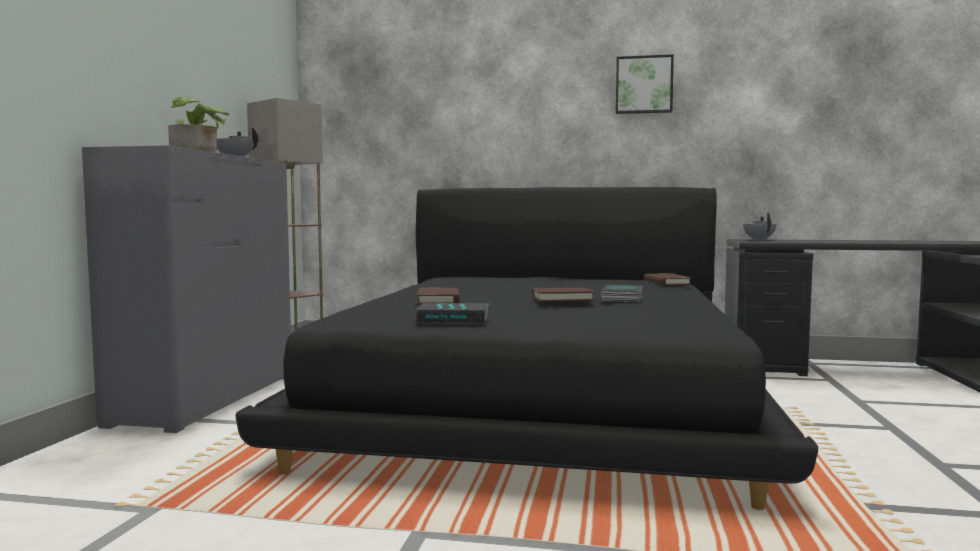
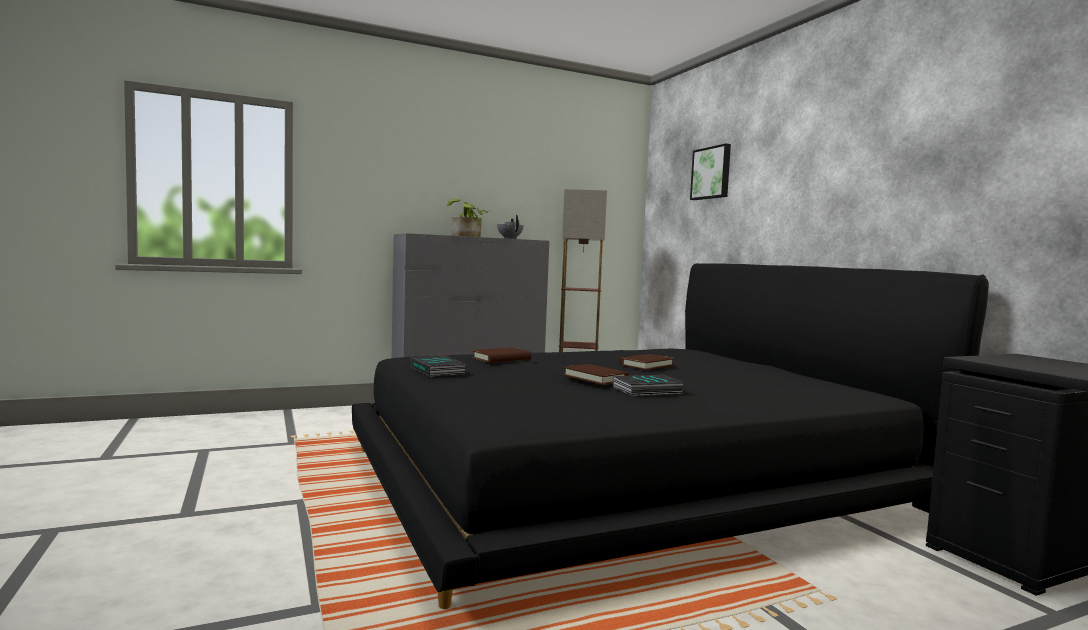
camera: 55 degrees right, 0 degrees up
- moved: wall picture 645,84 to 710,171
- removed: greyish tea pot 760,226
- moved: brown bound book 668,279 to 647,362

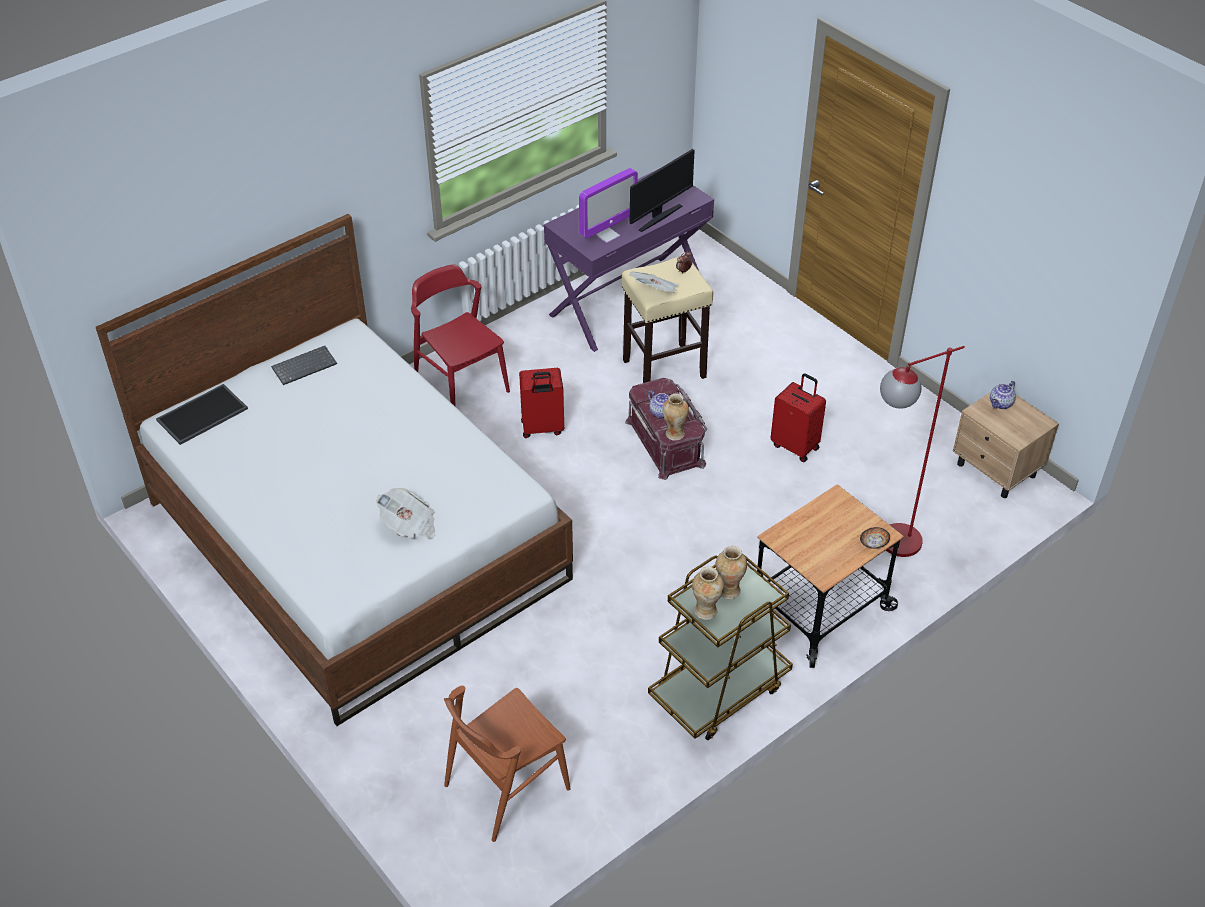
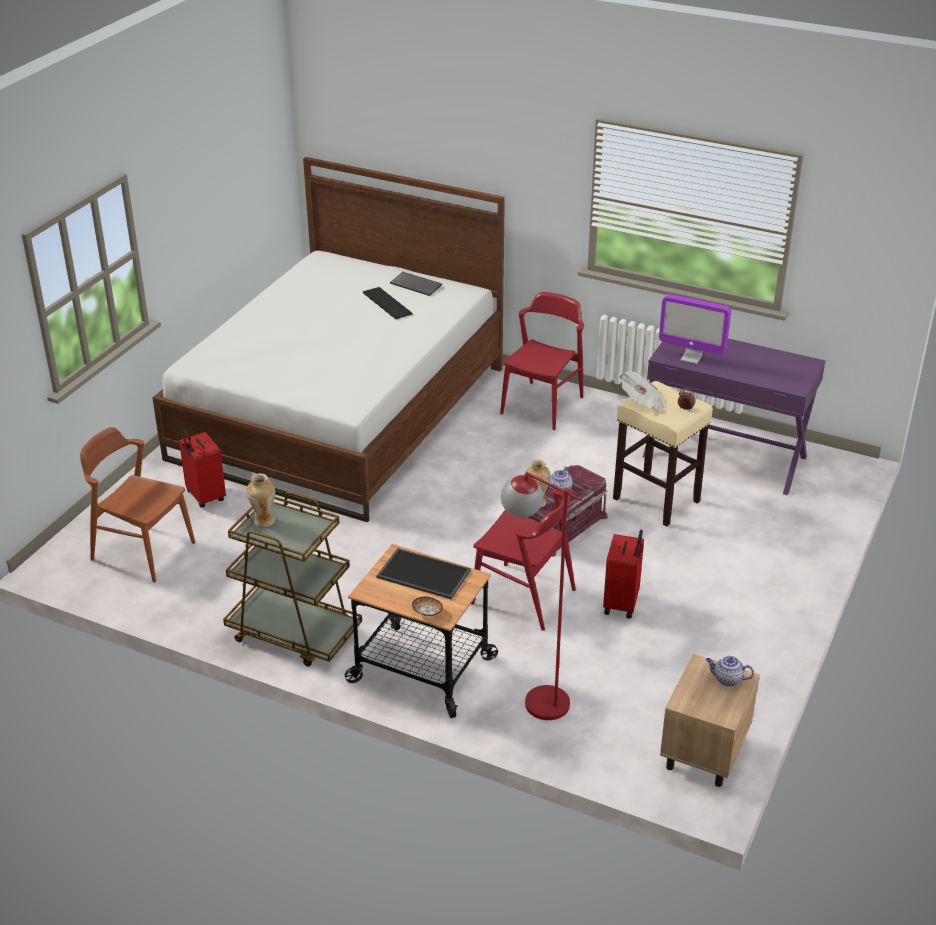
camera: 65 degrees right, 10 degrees down
- removed: computer screen 662,190
- moved: red piece of luggage 541,403 to 202,468
- moved: tray 202,414 to 424,573
- removed: printed paper 405,513
- removed: vase 731,572
- added: keyboard 388,303
- added: red upright chair 523,560

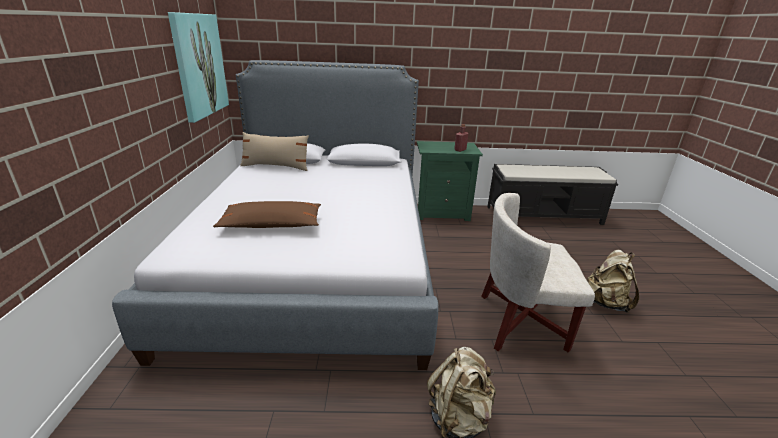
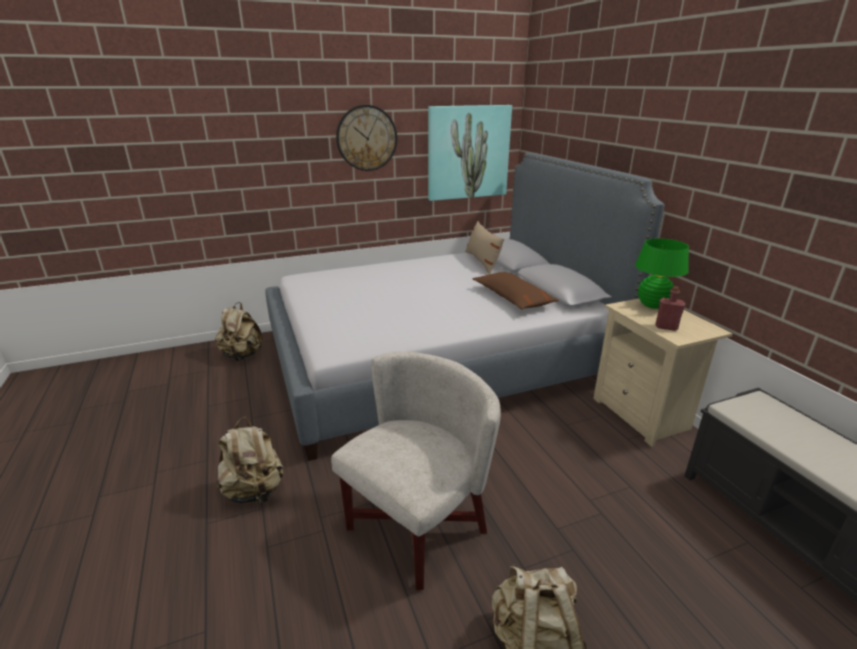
camera: 70 degrees right, 0 degrees up
- recoloured: greenish bedside table 450,181 to beige bedside table 663,373
- turned: white-coloured lounge chair 538,273 = 416,470 60 degrees clockwise
- moved: brown throw pillow 267,214 to 516,291
- added: hanging clock 366,138
- added: greenish tabletop lamp 662,273
- added: beige knapsack 239,331

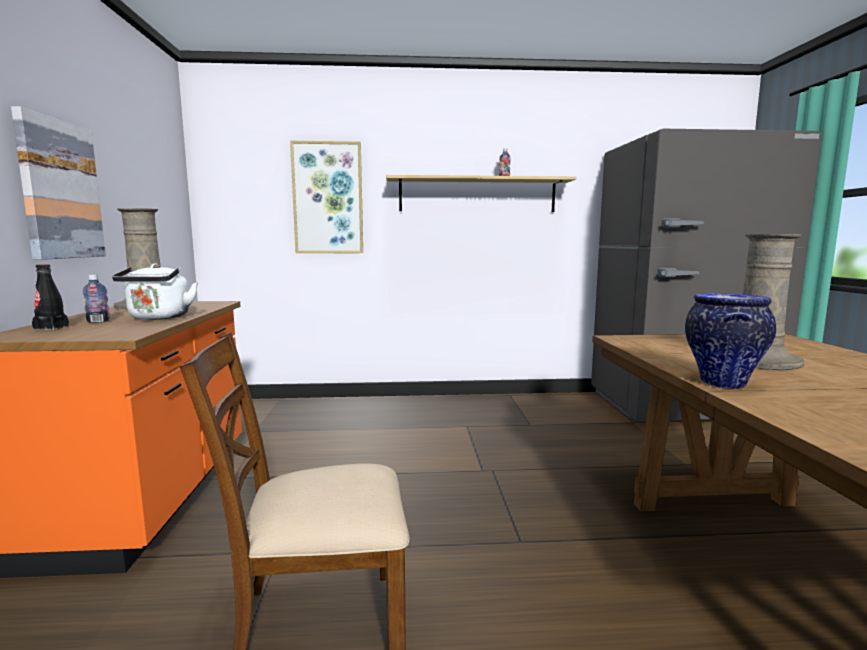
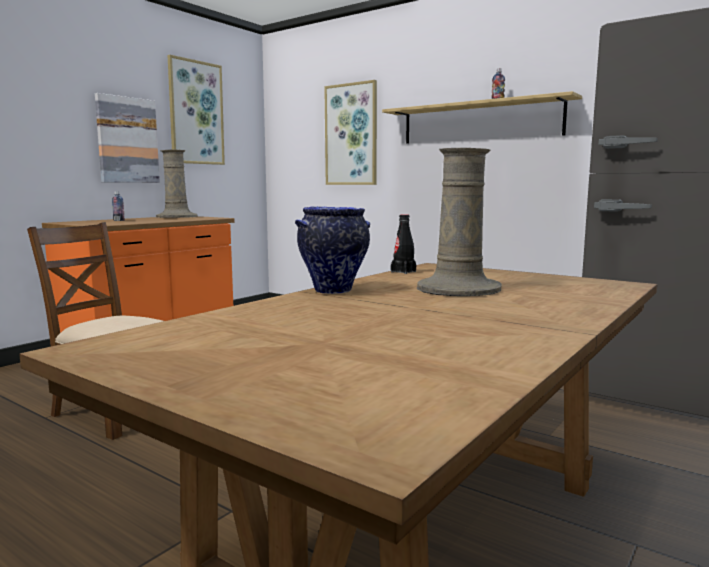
camera: 40 degrees right, 0 degrees up
- removed: white-coloured water kettle 155,291
- moved: black-coloured bottle 50,297 to 403,244
- added: wall picture 196,110

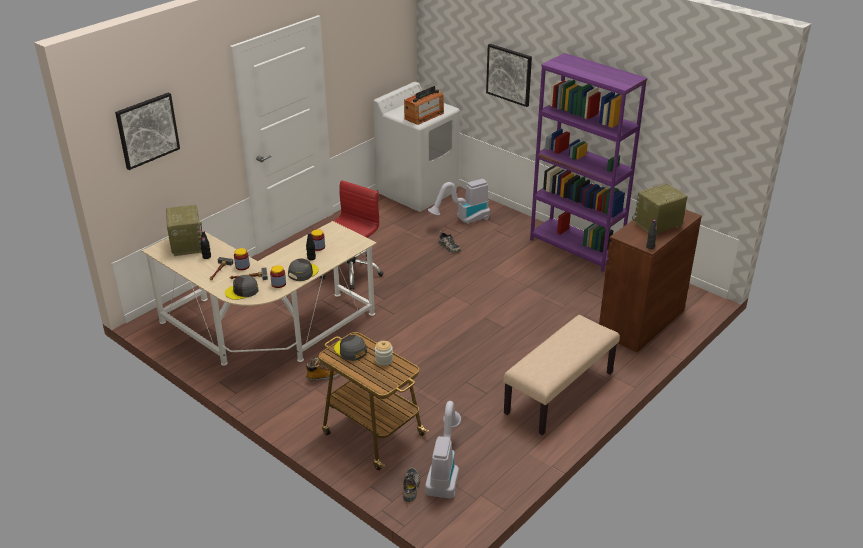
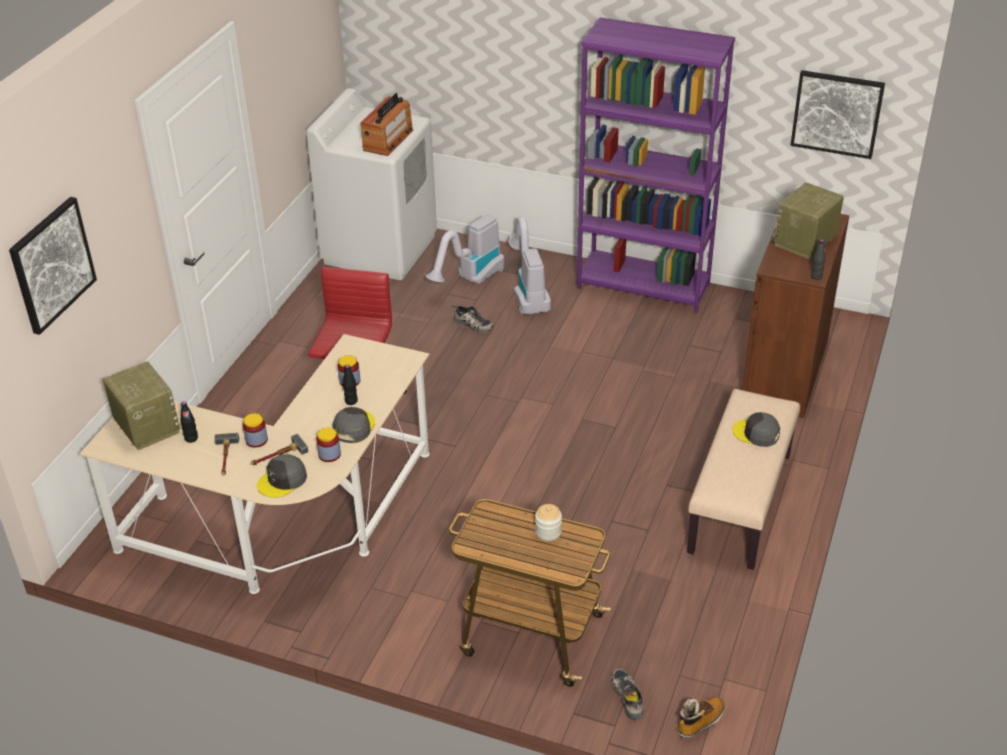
camera: 20 degrees left, 5 degrees up
- moved: wall picture 509,75 to 837,114
- moved: greyish peaked cap 350,348 to 756,429
- moved: tall boot 322,369 to 701,718
- moved: vacuum 443,449 to 530,265

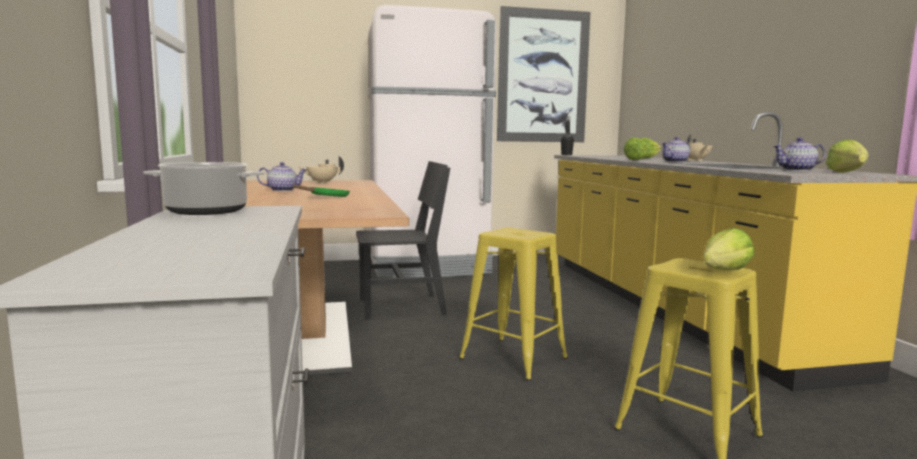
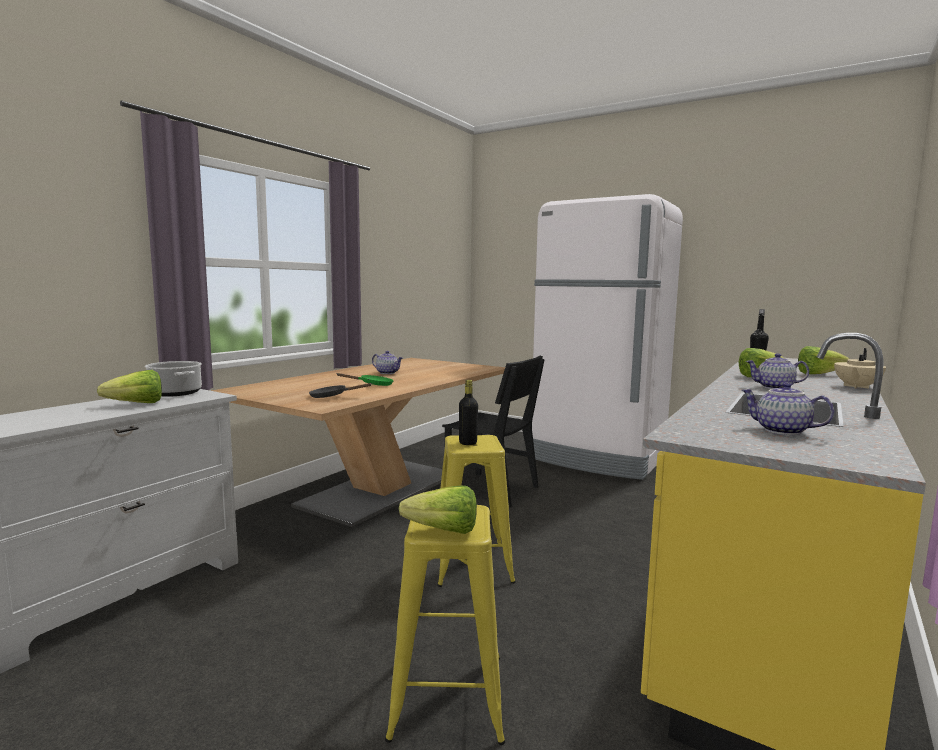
camera: 45 degrees right, 0 degrees up
- removed: wall picture 544,74
- moved: lettuce 847,156 to 129,386
- removed: beige tea pot 321,169
- added: black-coloured bottle 468,412
- added: black-coloured frying pan 340,390

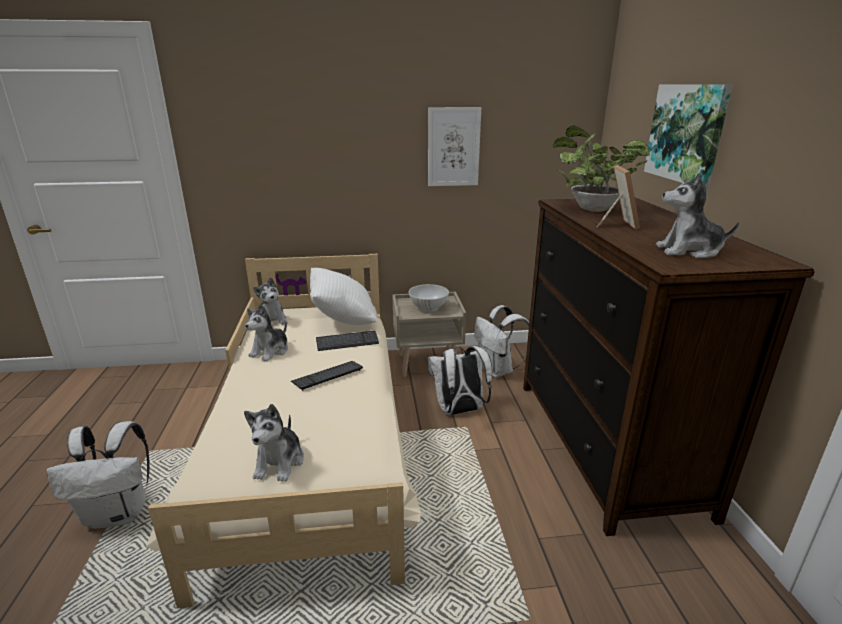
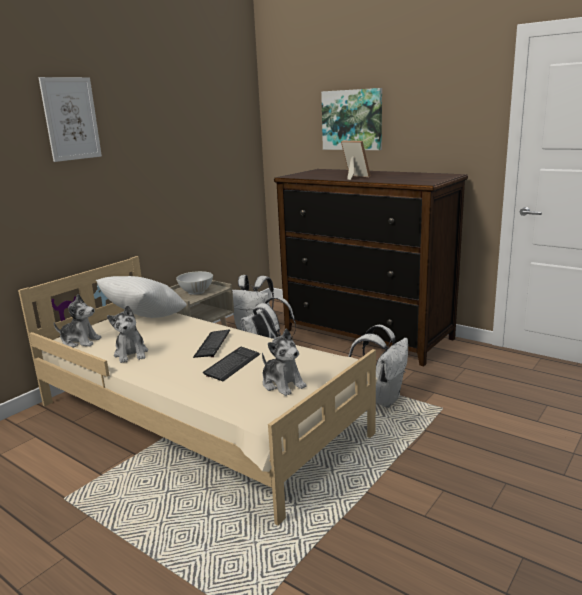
camera: 45 degrees left, 5 degrees down
- moved: wall picture 454,146 to 70,119
- removed: houseplant 601,168
- removed: cuddly toy 697,215
- moved: keyboard 347,341 to 231,364
- moved: white-coloured knapsack 98,475 to 378,366

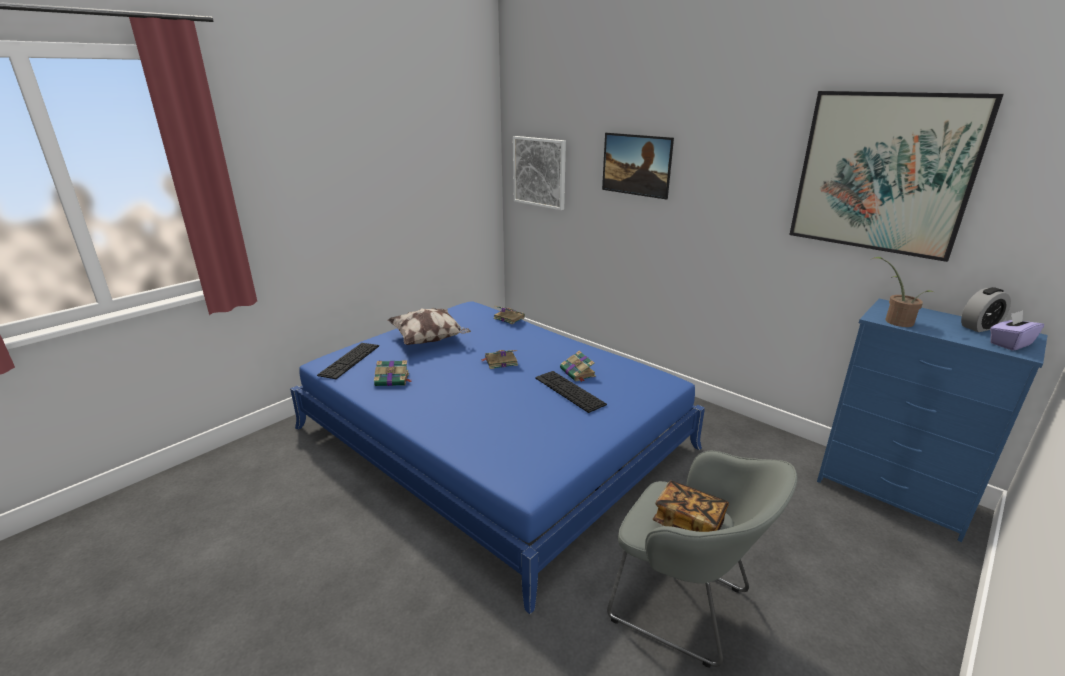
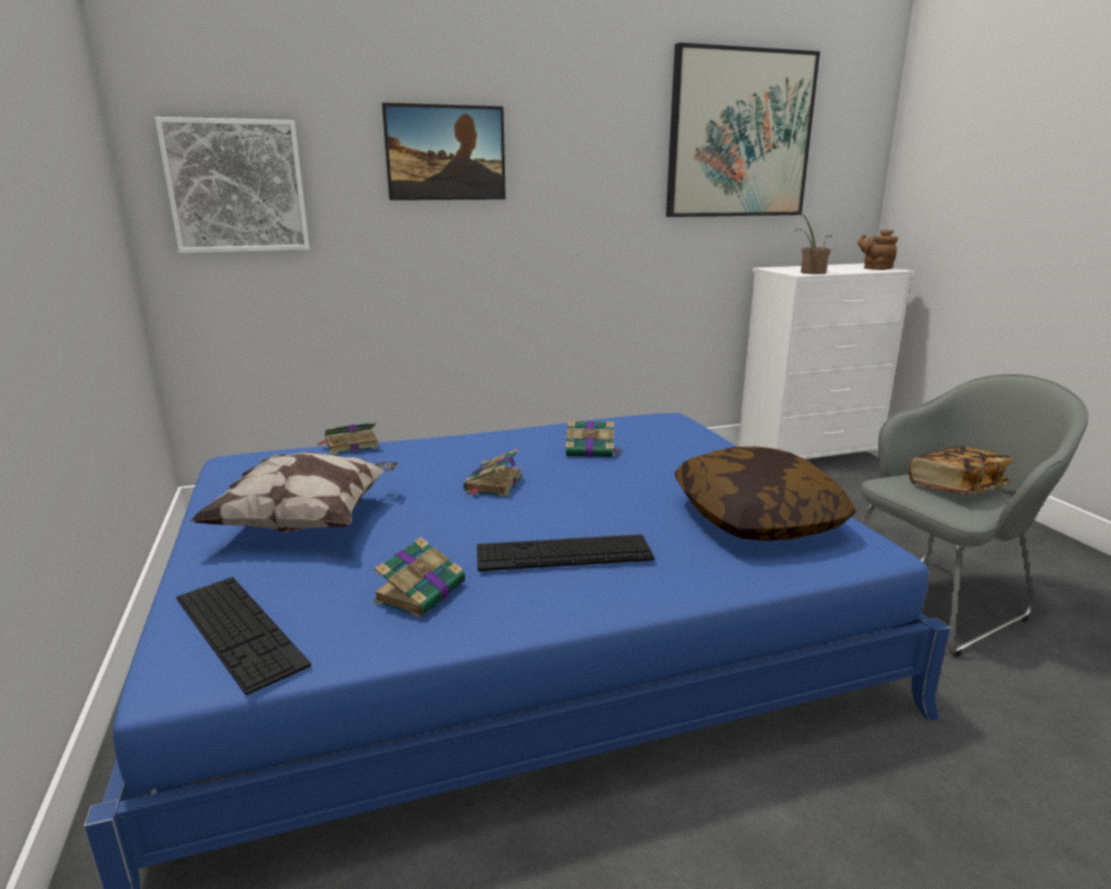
camera: 60 degrees left, 5 degrees down
- removed: table clock 986,309
- recoloured: blue-coloured dresser 932,420 to white-coloured dresser 826,361
- replaced: purple tissue box 1017,331 to brown tea pot 878,249
- moved: keyboard 571,392 to 566,552
- added: throw pillow 765,493

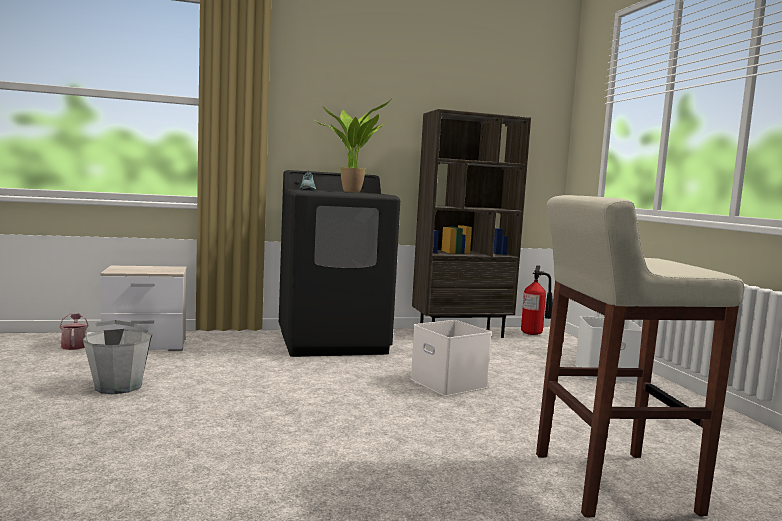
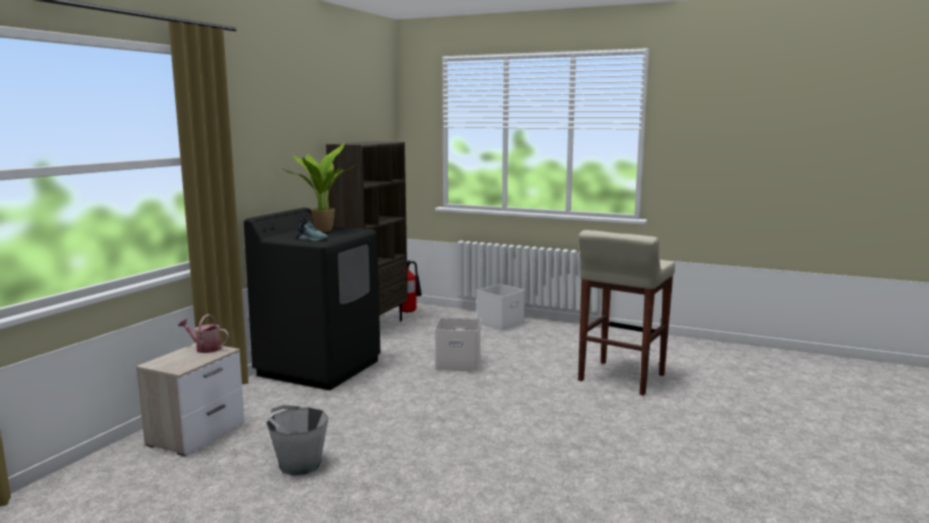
camera: 50 degrees left, 5 degrees up
- moved: watering can 74,331 to 203,333

